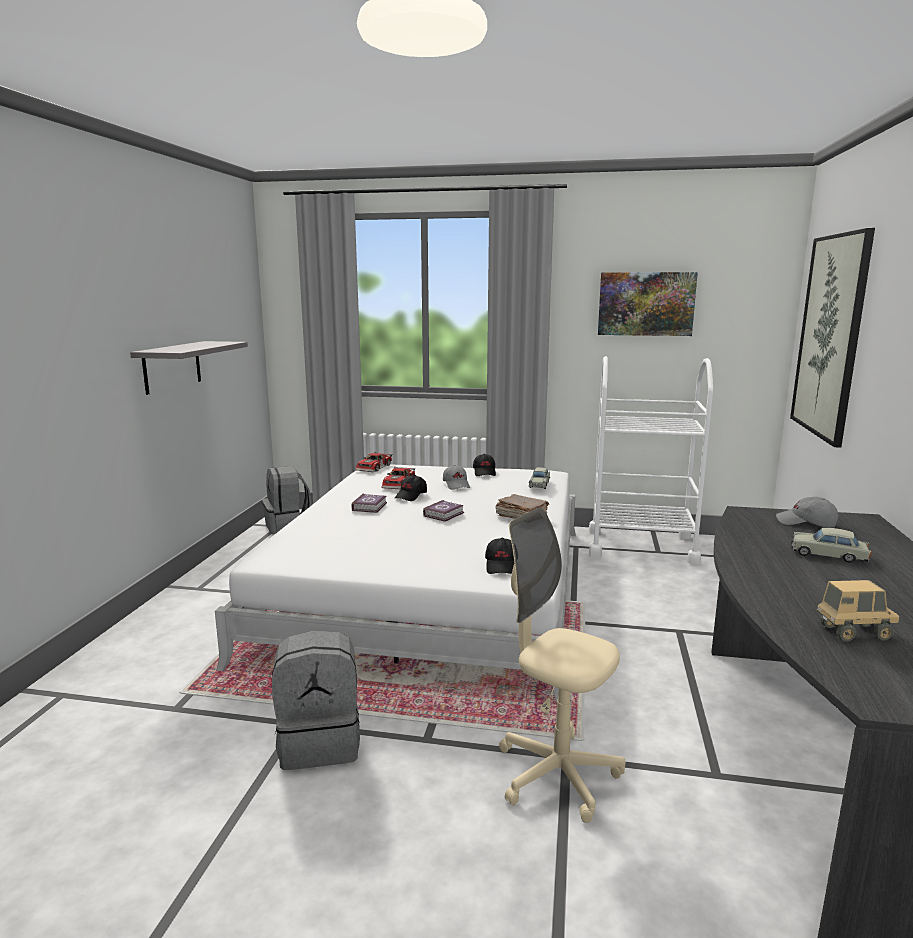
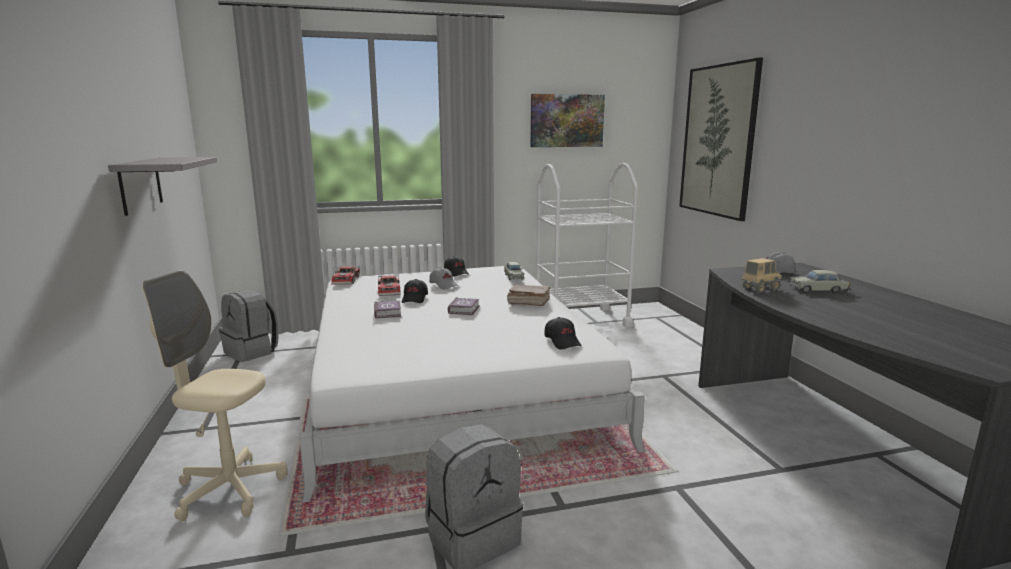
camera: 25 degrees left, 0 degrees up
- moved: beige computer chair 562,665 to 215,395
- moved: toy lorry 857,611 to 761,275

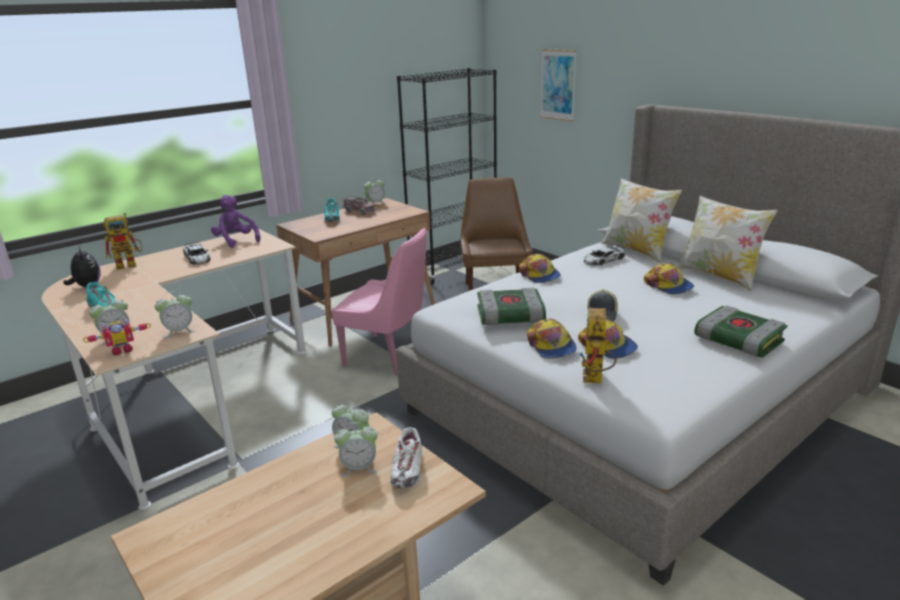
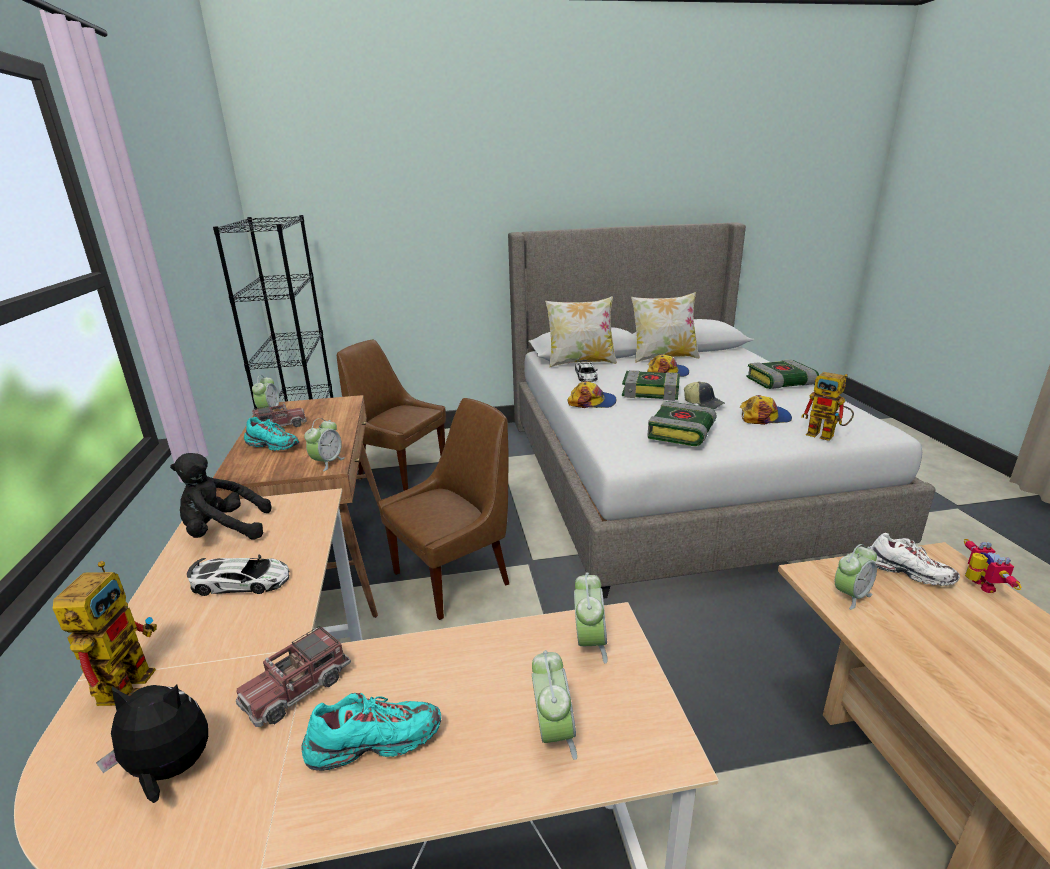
camera: 60 degrees left, 0 degrees up
- removed: wall picture 558,85
- recoloured: purple cuddly toy 235,221 to black-coloured cuddly toy 220,496
- recoloured: pinkish upright chair 379,301 to brown upright chair 443,509
- moved: robot figure 117,337 to 993,566
- removed: peaked cap 552,338
- moved: table clock 356,449 to 324,444
- added: bound book 651,385
- added: toy lorry 293,676

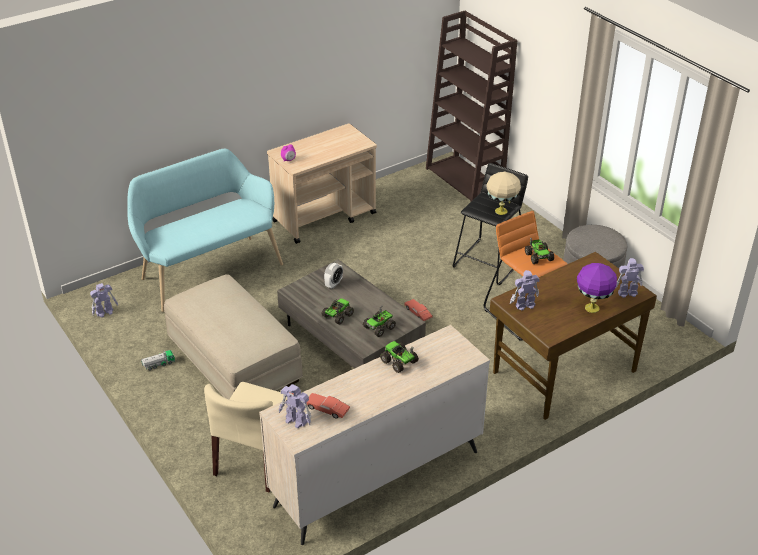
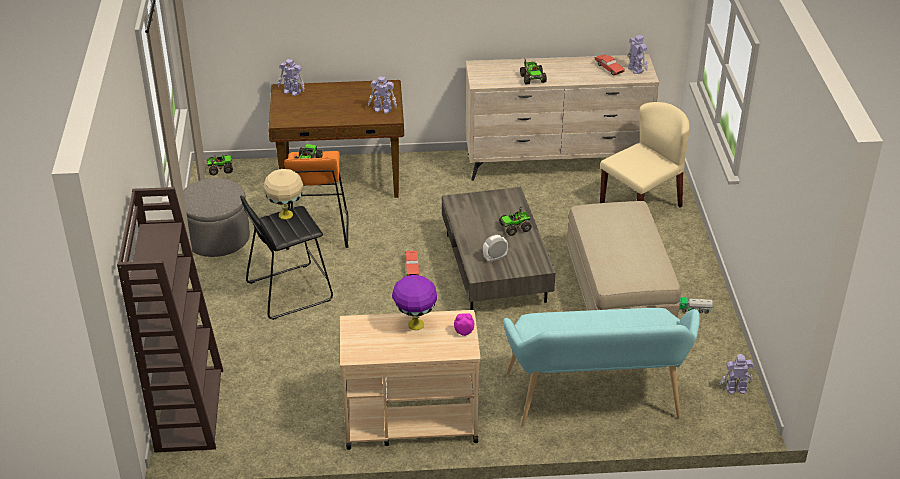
camera: 150 degrees left, 0 degrees up
- moved: purple tabletop lamp 597,288 to 414,302
- moved: toy lorry 379,321 to 220,165

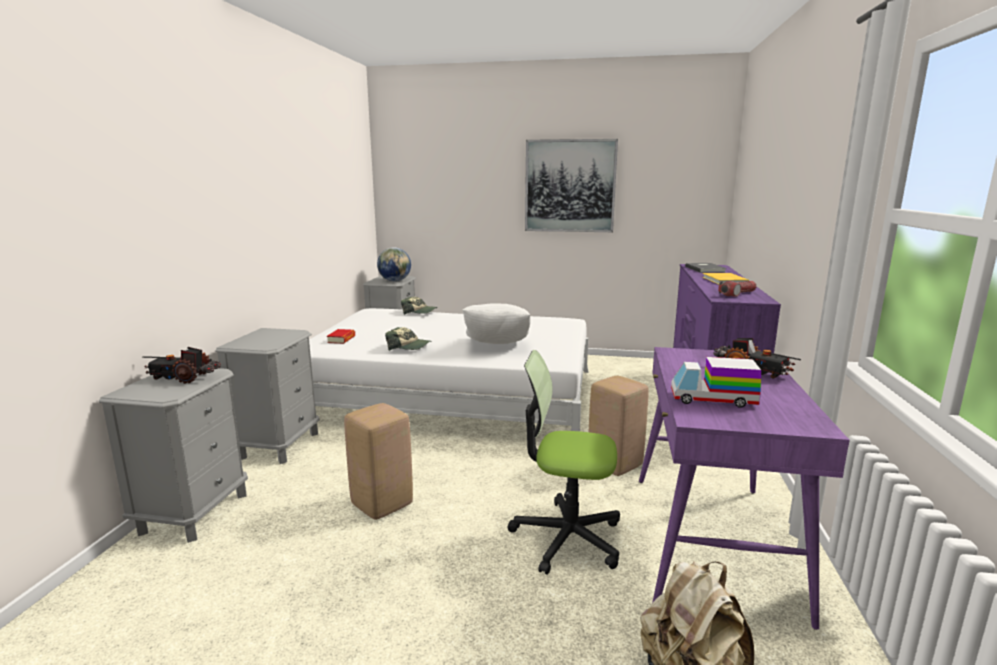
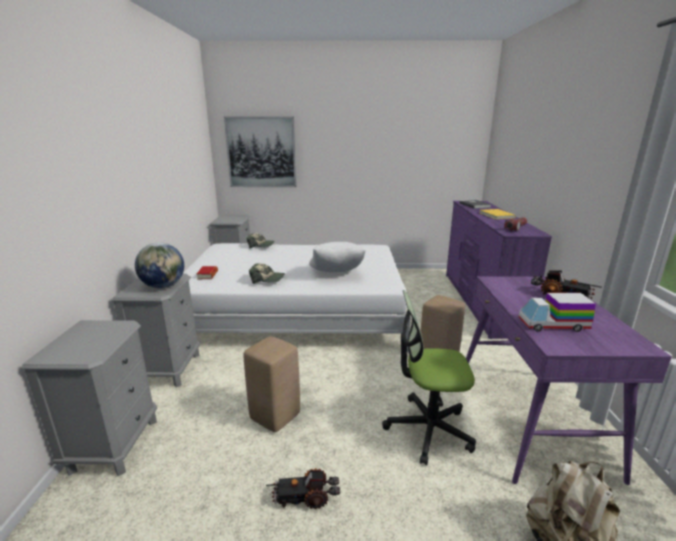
camera: 10 degrees left, 5 degrees up
- moved: wall picture 571,185 to 260,152
- moved: world globe 394,264 to 159,265
- moved: toy lorry 181,365 to 303,488

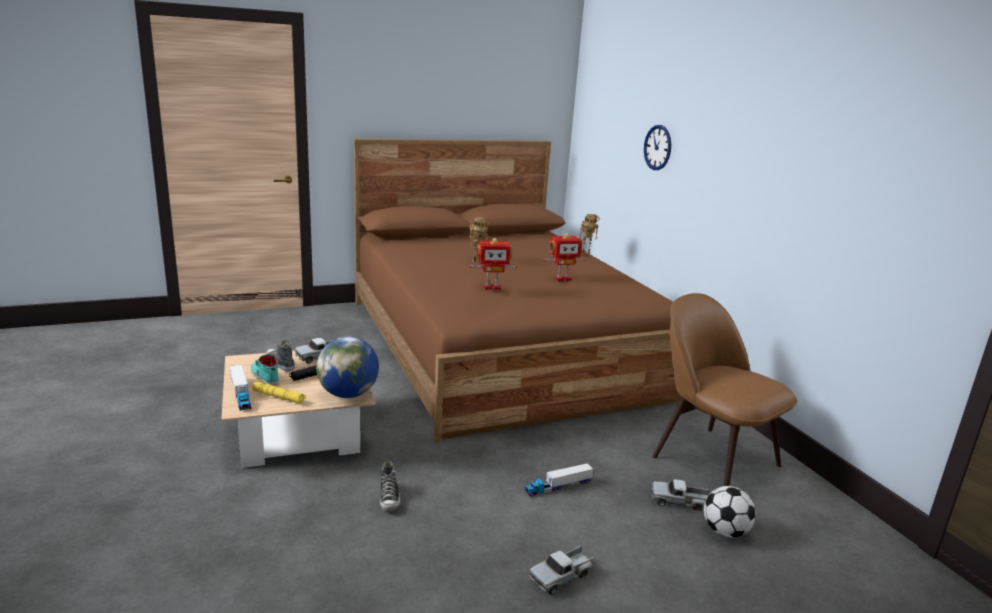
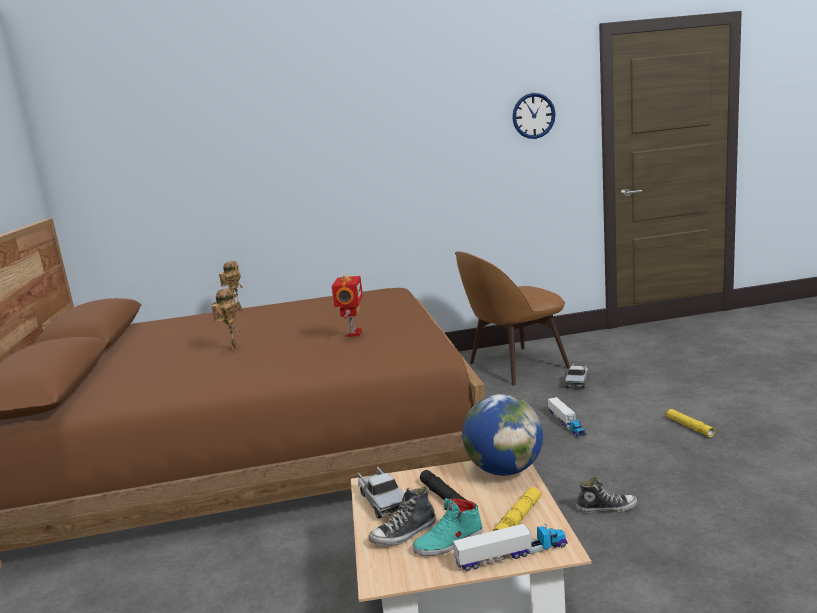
camera: 75 degrees left, 5 degrees down
- moved: hanging clock 657,147 to 534,116
- removed: robot figure 564,257
- removed: football ball 730,512
- replaced: toy lorry 561,570 to yellow torch 690,423

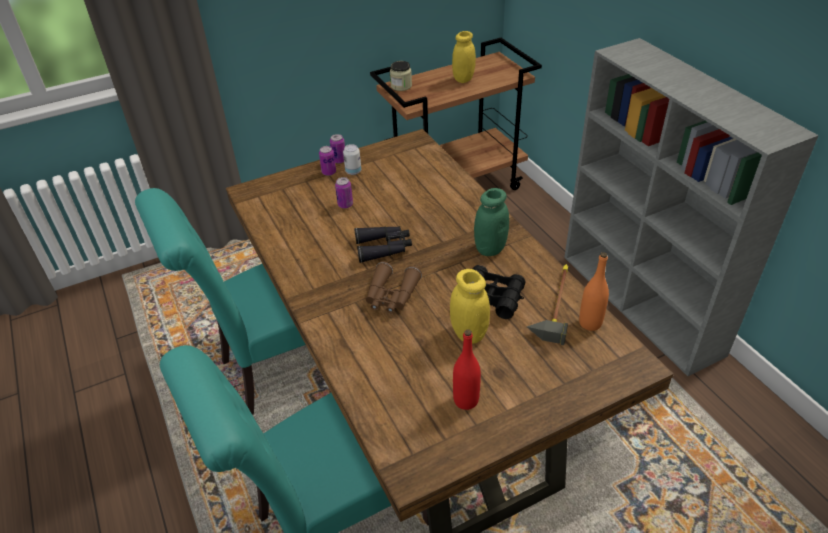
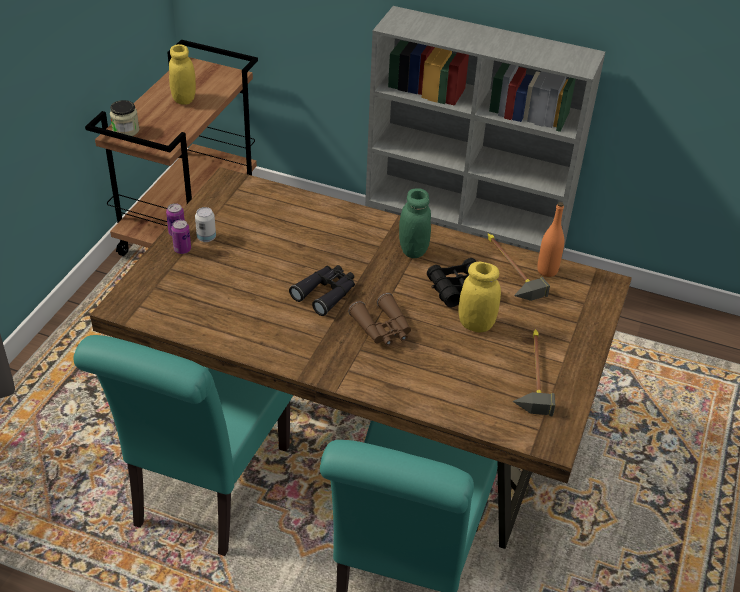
camera: 45 degrees left, 0 degrees up
- removed: can 344,193
- replaced: red bottle 467,369 to hand hammer 533,372

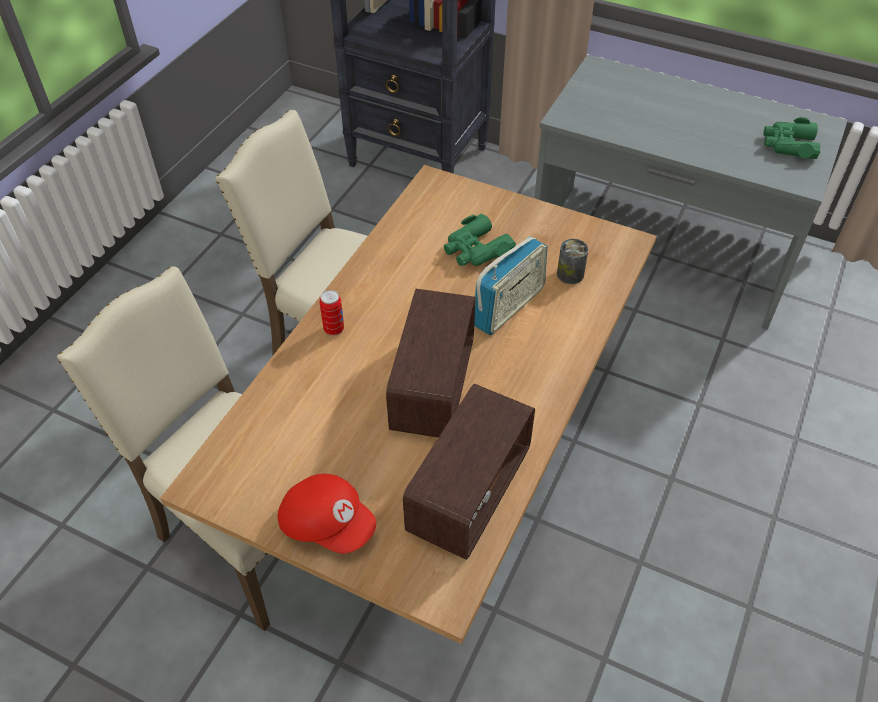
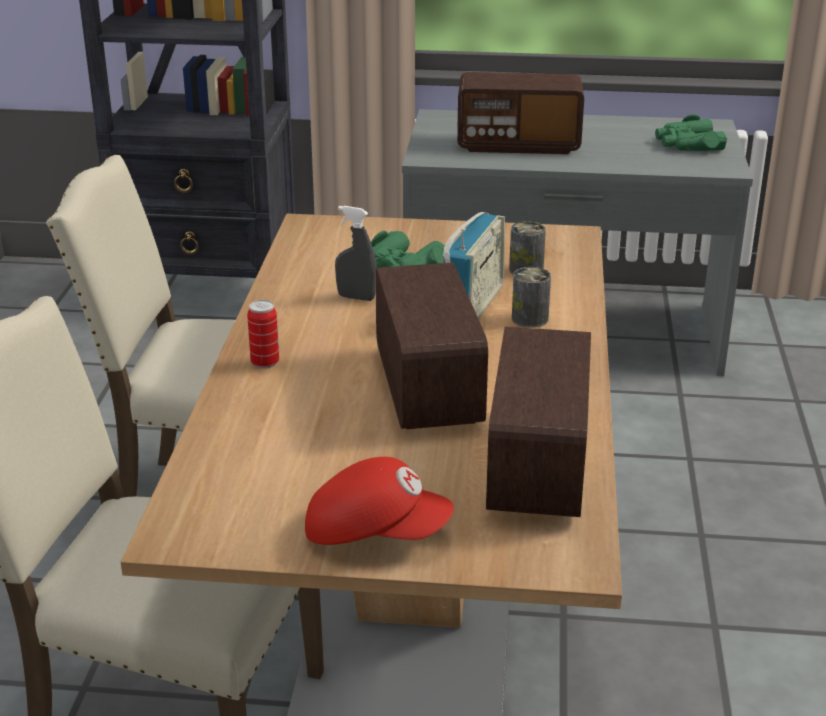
camera: 20 degrees left, 20 degrees down
- added: radio 520,113
- added: greyish hand sprayer 356,253
- added: can 531,297

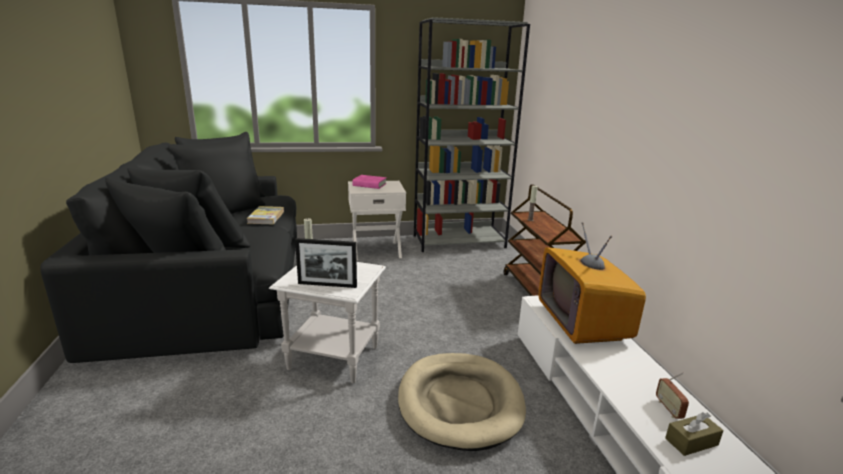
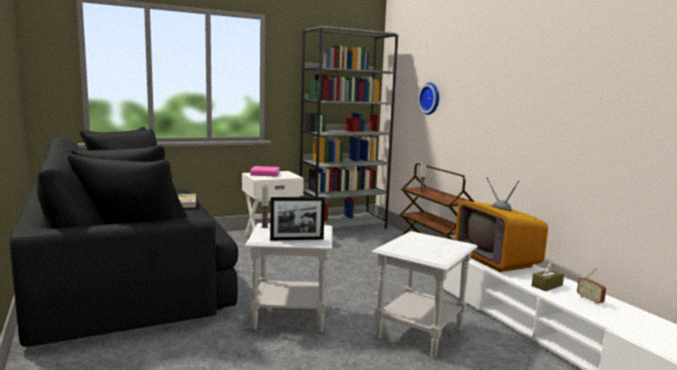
camera: 15 degrees left, 10 degrees down
- replaced: beige dog cushion 462,402 to white-coloured side table 425,294
- moved: brown tissue box 694,434 to 547,276
- added: hanging clock 428,98

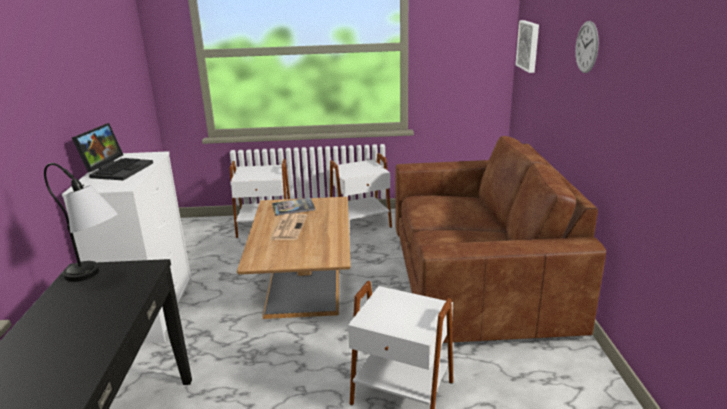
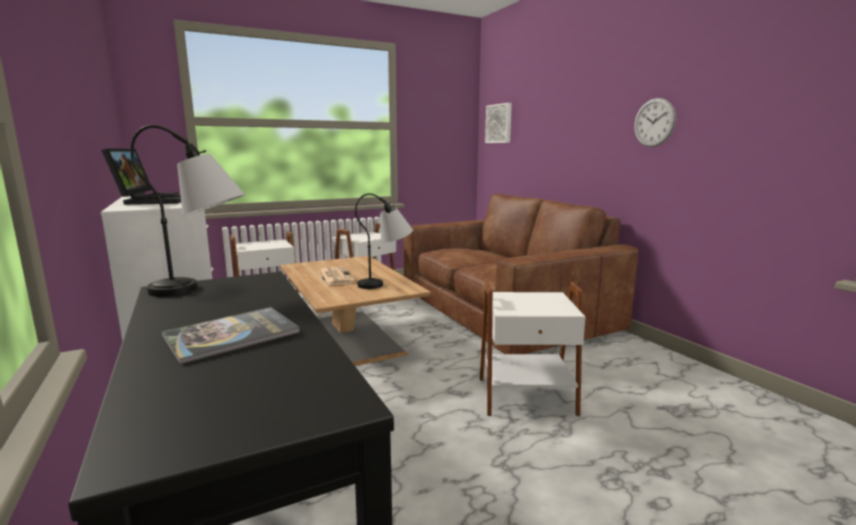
camera: 25 degrees left, 10 degrees down
- moved: hanging clock 587,47 to 655,122
- moved: bound book 293,207 to 231,336
- added: tabletop lamp 384,241

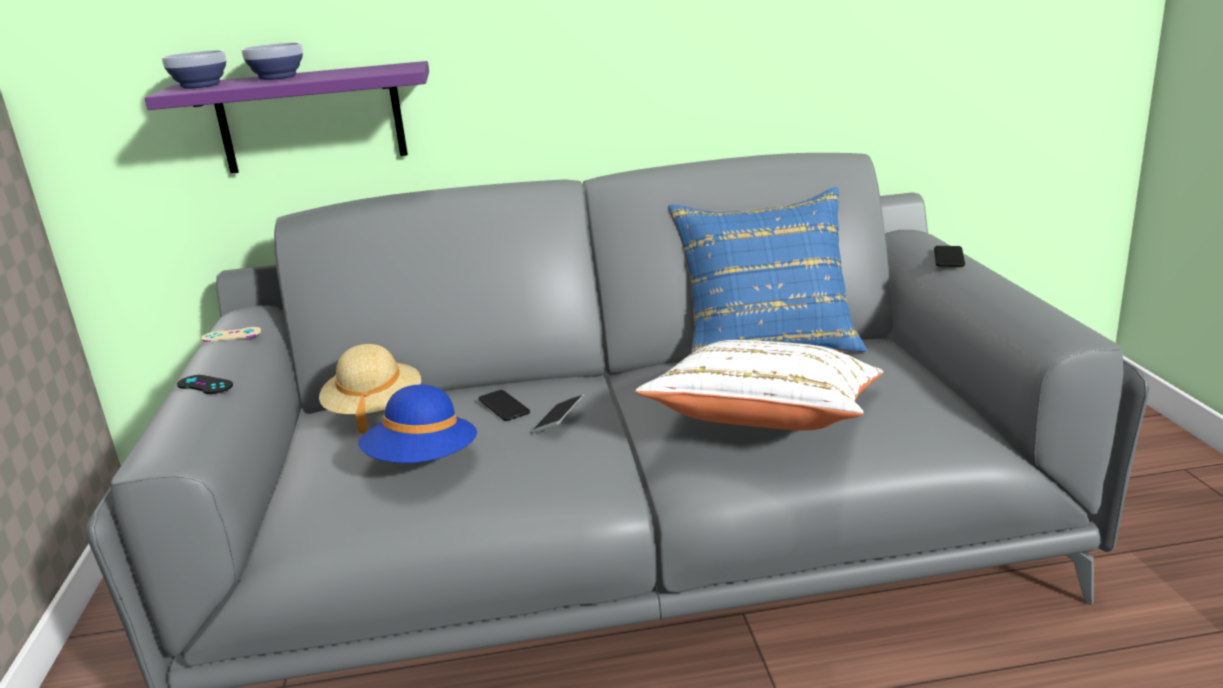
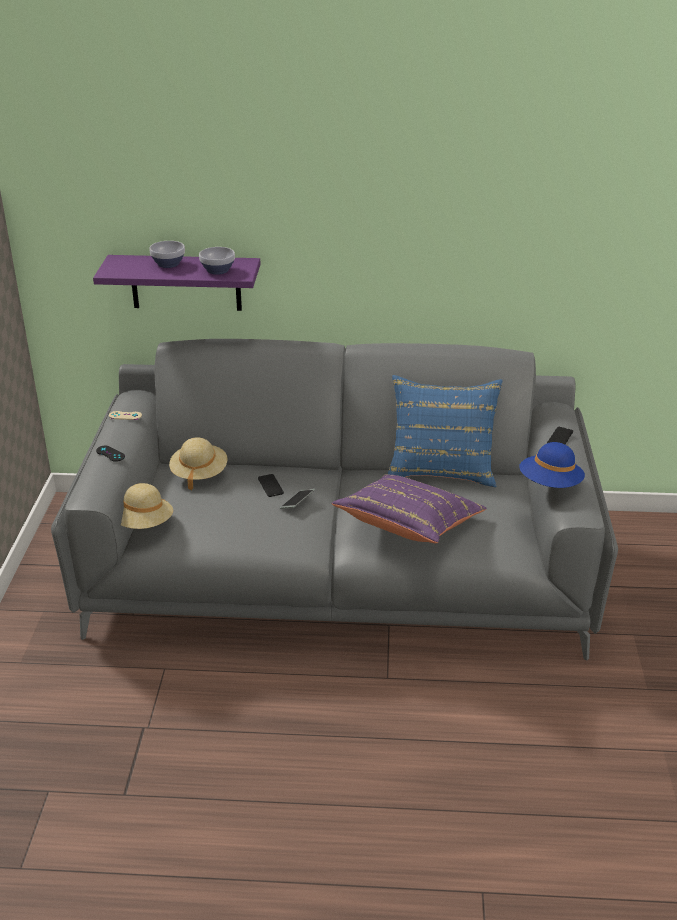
camera: 10 degrees right, 10 degrees up
- moved: serving bowl 194,69 to 217,261
- recoloured: white-coloured throw pillow 759,385 to purple throw pillow 409,508
- moved: blue-coloured clothing hat 417,423 to 552,465
- added: beige clothing hat 147,506

